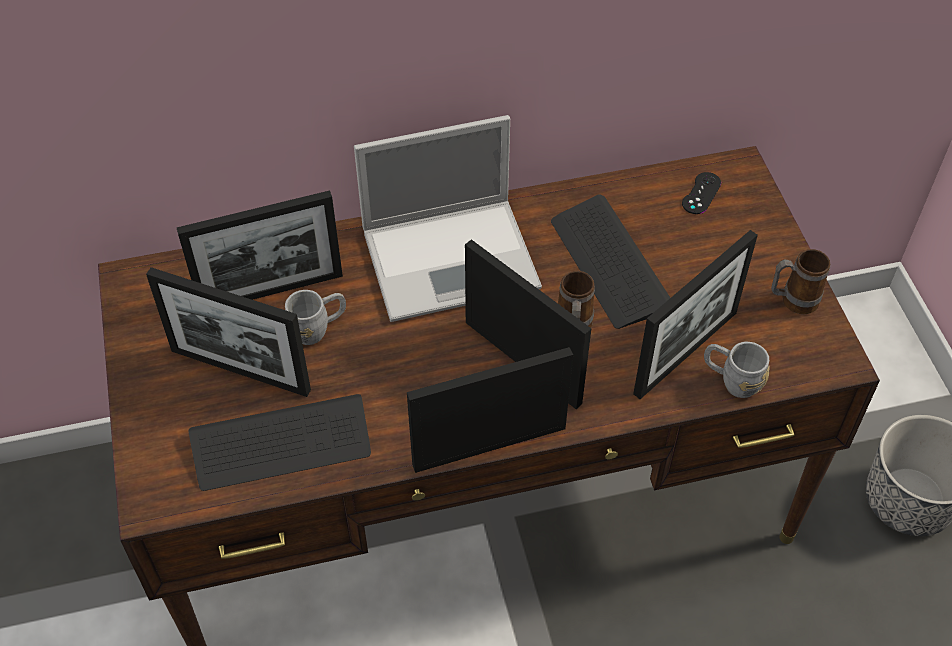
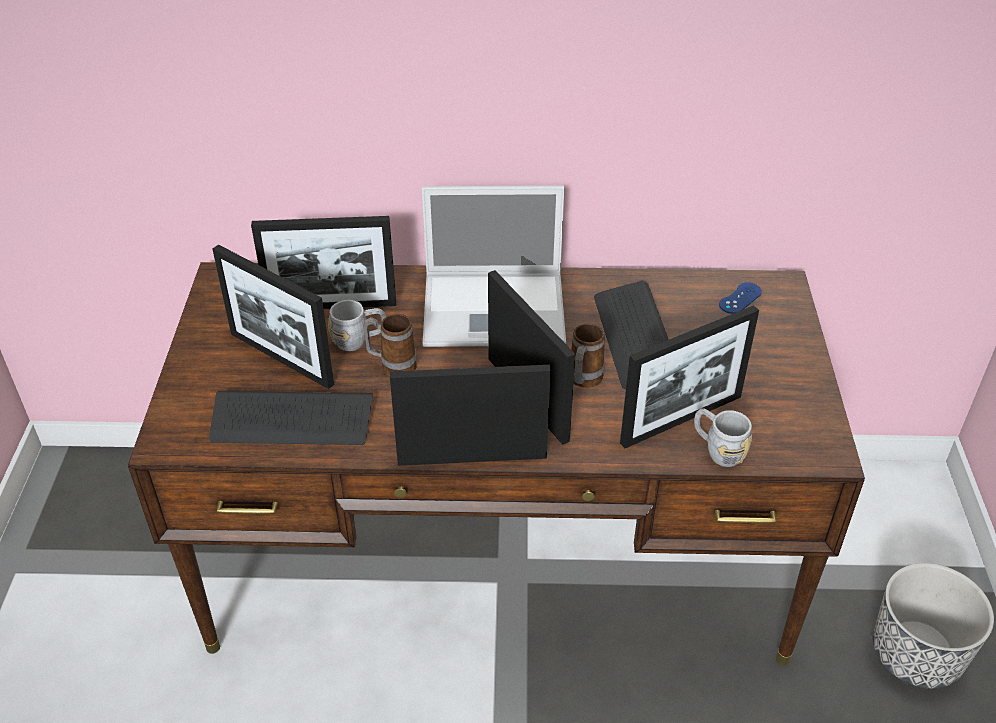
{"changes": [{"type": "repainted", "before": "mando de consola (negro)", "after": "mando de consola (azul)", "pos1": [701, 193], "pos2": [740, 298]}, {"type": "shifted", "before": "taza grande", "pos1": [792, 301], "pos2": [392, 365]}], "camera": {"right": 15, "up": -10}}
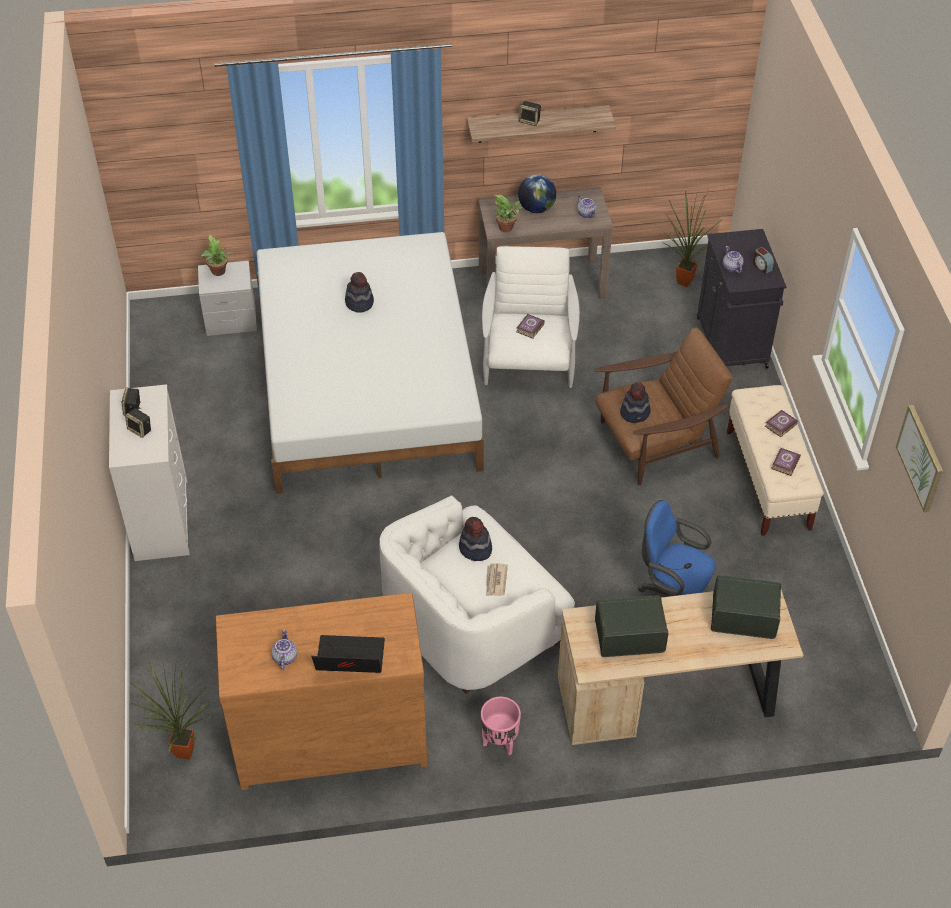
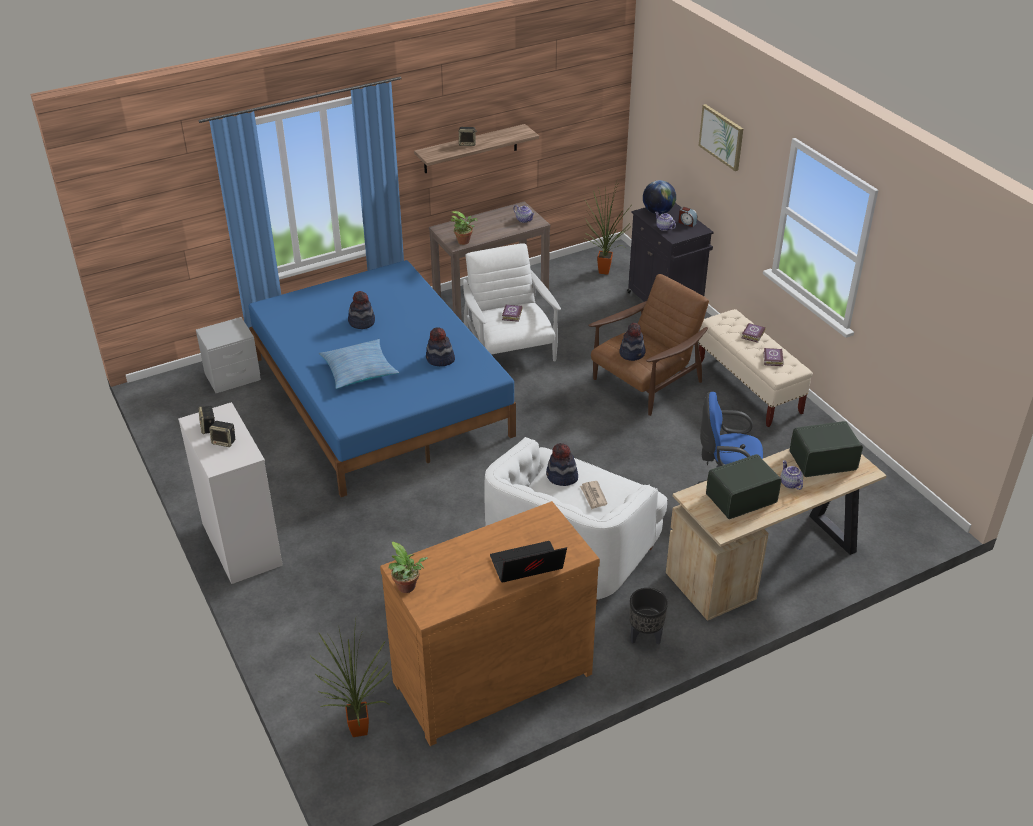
{"changes": [{"type": "shifted", "before": "globo terráqueo", "pos1": [536, 208], "pos2": [658, 212]}, {"type": "repainted", "before": "cama (blanco)", "after": "cama (azul)", "pos1": [367, 383], "pos2": [380, 396]}, {"type": "shifted", "before": "planta en maceta", "pos1": [218, 273], "pos2": [407, 588]}, {"type": "shifted", "before": "cuadro", "pos1": [921, 458], "pos2": [721, 137]}, {"type": "shifted", "before": "tetera", "pos1": [284, 657], "pos2": [789, 483]}, {"type": "repainted", "before": "maceta (rosa)", "after": "maceta (negro)", "pos1": [499, 742], "pos2": [644, 636]}, {"type": "new", "after": "sombrero", "pos2": [440, 359]}, {"type": "new", "after": "cojín", "pos2": [359, 370]}], "camera": {"right": -20, "up": -10}}
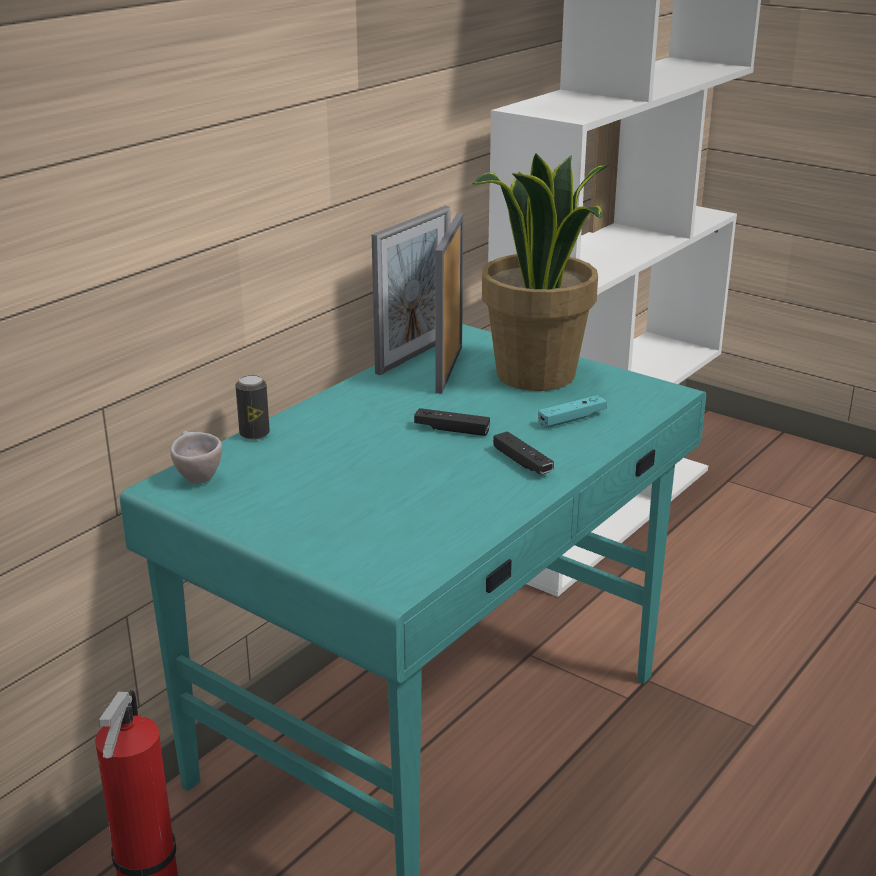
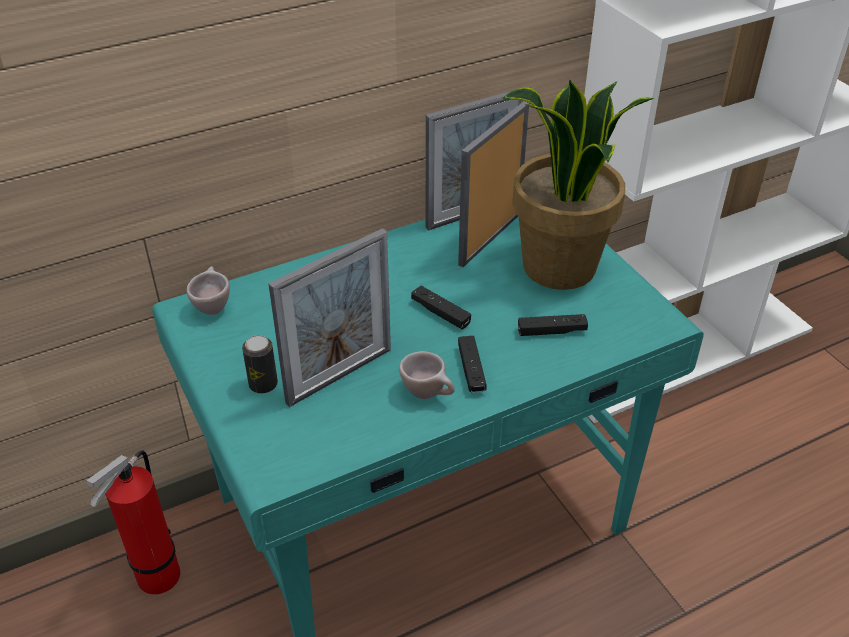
{"changes": [{"type": "shifted", "before": "lata", "pos1": [254, 434], "pos2": [263, 384]}, {"type": "repainted", "before": "mando de consola (turquesa)", "after": "mando de consola (negro)", "pos1": [572, 419], "pos2": [551, 331]}, {"type": "new", "after": "portarretratos", "pos2": [339, 376]}, {"type": "new", "after": "taza (beis)", "pos2": [429, 394]}], "camera": {"right": 25, "up": 15}}
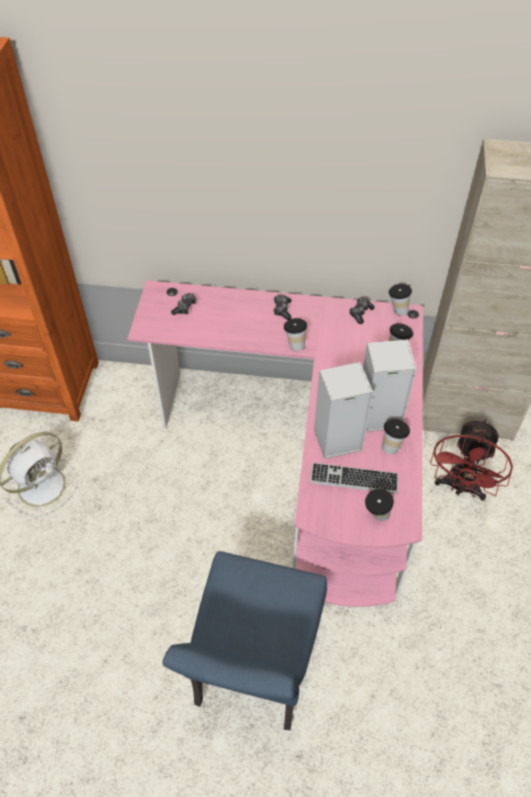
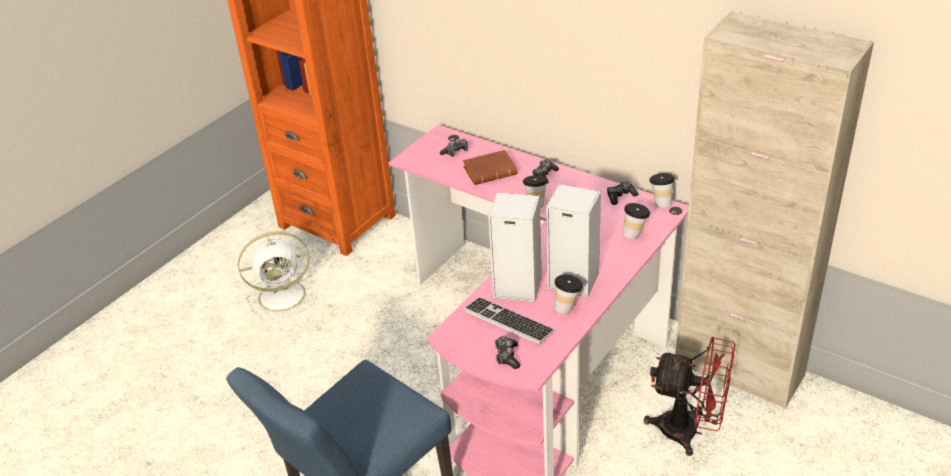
{"changes": [{"type": "rotated", "before": "ventilador (rojo)", "pos1": [460, 487], "pos2": [689, 431], "turn": -120}, {"type": "swapped", "before": "taza", "after": "mando de consola", "pos1": [376, 516], "pos2": [507, 356]}, {"type": "new", "after": "libro (marrón)", "pos2": [491, 171]}], "camera": {"right": 30, "up": -15}}
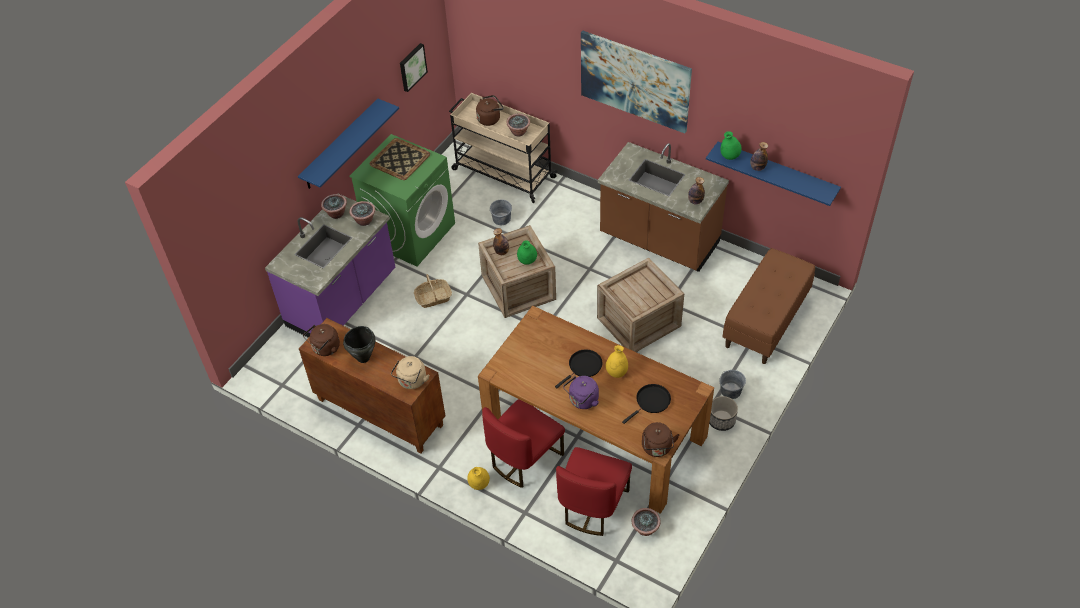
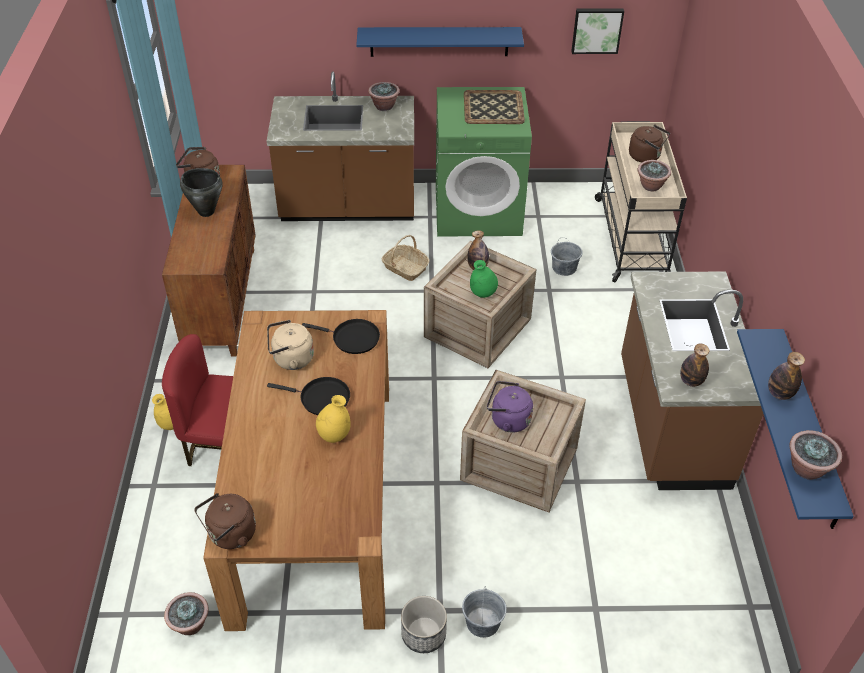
{"changes": [{"type": "gone", "before": "cuadro", "pos1": [635, 81]}, {"type": "gone", "before": "florero (verde)", "pos1": [729, 157]}, {"type": "repainted", "before": "mueble bajo de cocina (morado)", "after": "mueble bajo de cocina (marrón)", "pos1": [343, 300], "pos2": [348, 207]}, {"type": "shifted", "before": "planta en maceta", "pos1": [364, 221], "pos2": [807, 468]}, {"type": "gone", "before": "banco (marrón)", "pos1": [766, 321]}, {"type": "shifted", "before": "hervidor (beis)", "pos1": [411, 381], "pos2": [290, 359]}, {"type": "shifted", "before": "hervidor (morado)", "pos1": [582, 401], "pos2": [508, 420]}, {"type": "shifted", "before": "sartén (negro)", "pos1": [651, 402], "pos2": [352, 338]}, {"type": "gone", "before": "silla (rojo)", "pos1": [592, 506]}], "camera": {"right": 55, "up": -5}}
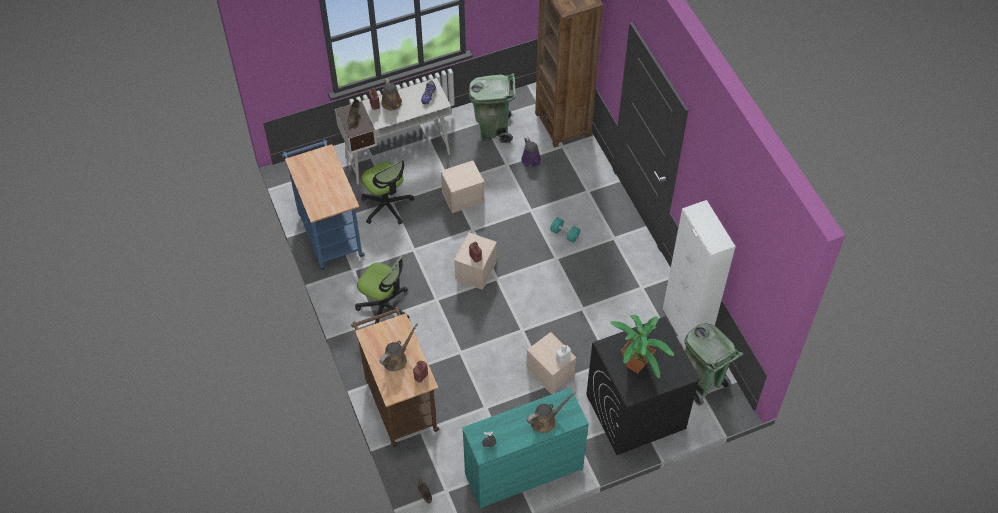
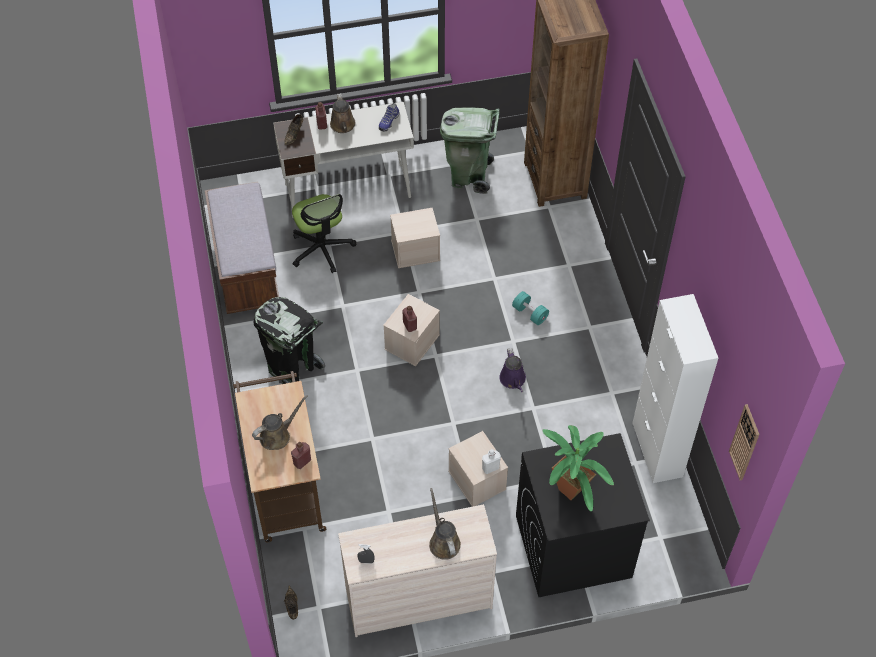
{"changes": [{"type": "shifted", "before": "regadera (morado)", "pos1": [532, 161], "pos2": [513, 380]}, {"type": "swapped", "before": "carrito (azul)", "after": "banco (marrón)", "pos1": [328, 231], "pos2": [246, 269]}, {"type": "swapped", "before": "silla de oficina", "after": "papelera (negro)", "pos1": [384, 307], "pos2": [292, 369]}, {"type": "gone", "before": "papelera (verde)", "pos1": [702, 382]}, {"type": "repainted", "before": "cómoda (turquesa)", "after": "cómoda (beis)", "pos1": [523, 471], "pos2": [418, 598]}, {"type": "rotated", "before": "regadera (marrón)", "pos1": [545, 420], "pos2": [443, 541], "turn": -90}, {"type": "new", "after": "reloj de pared", "pos2": [745, 442]}], "camera": {"right": 10, "up": 0}}
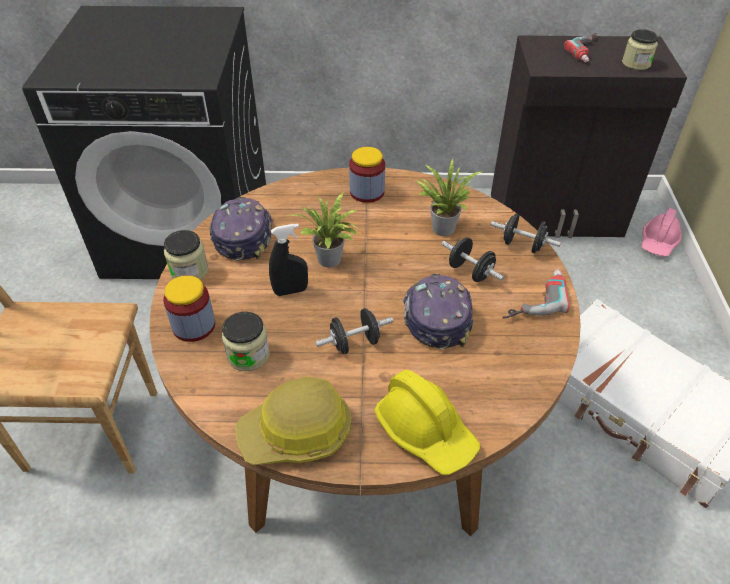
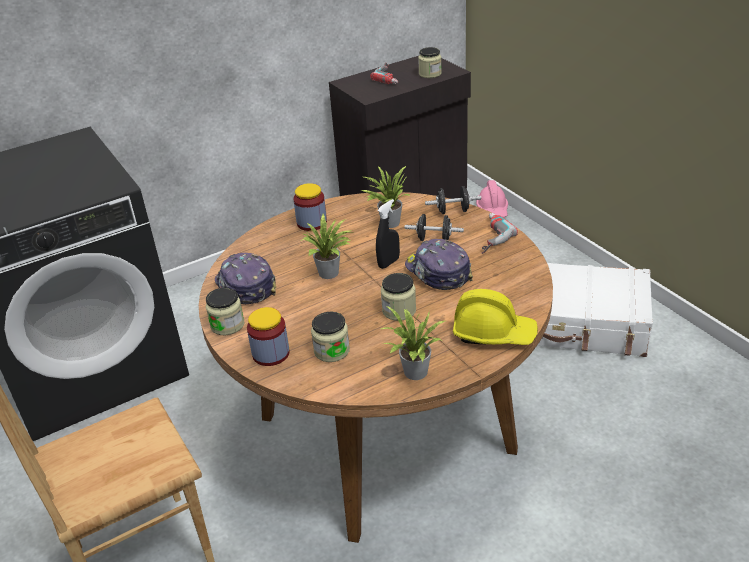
{"changes": [{"type": "shifted", "before": "pulverizador (negro)", "pos1": [290, 291], "pos2": [388, 263]}, {"type": "swapped", "before": "mancuerna (negro)", "after": "tarro", "pos1": [354, 343], "pos2": [399, 310]}, {"type": "swapped", "before": "casco", "after": "planta en maceta", "pos1": [297, 433], "pos2": [413, 374]}], "camera": {"right": -30, "up": -10}}
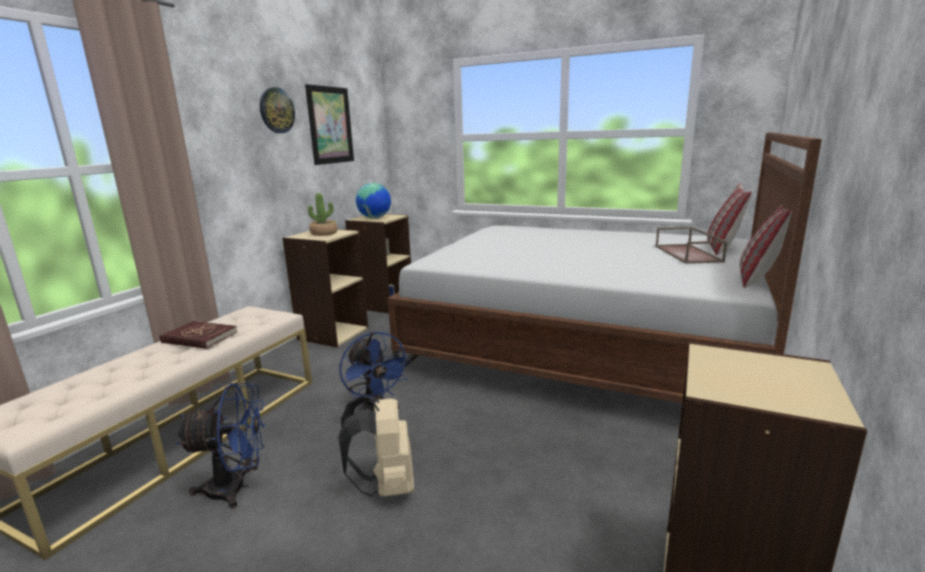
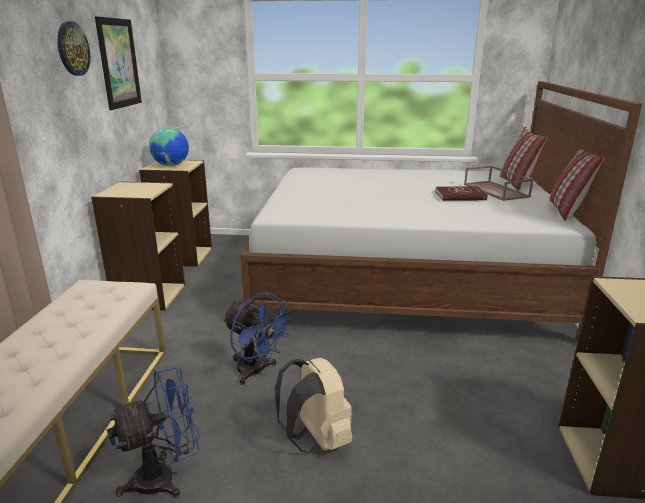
{"changes": [{"type": "gone", "before": "planta en maceta", "pos1": [324, 233]}, {"type": "shifted", "before": "libro (rojo)", "pos1": [199, 337], "pos2": [460, 196]}], "camera": {"right": -20, "up": 5}}
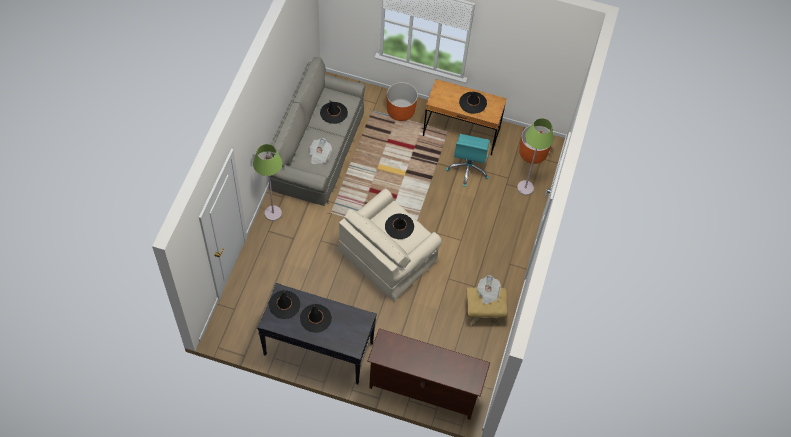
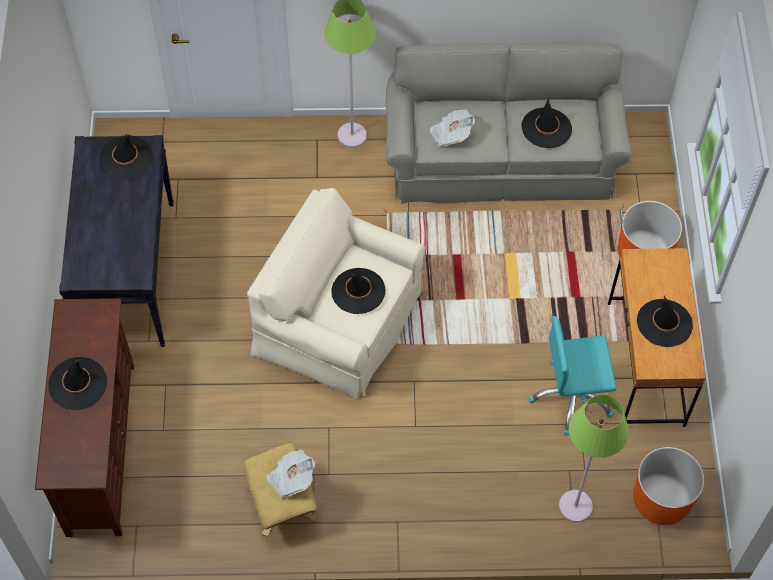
{"changes": [{"type": "shifted", "before": "sombrero (negro)", "pos1": [315, 318], "pos2": [78, 384]}], "camera": {"right": 75, "up": 0}}
